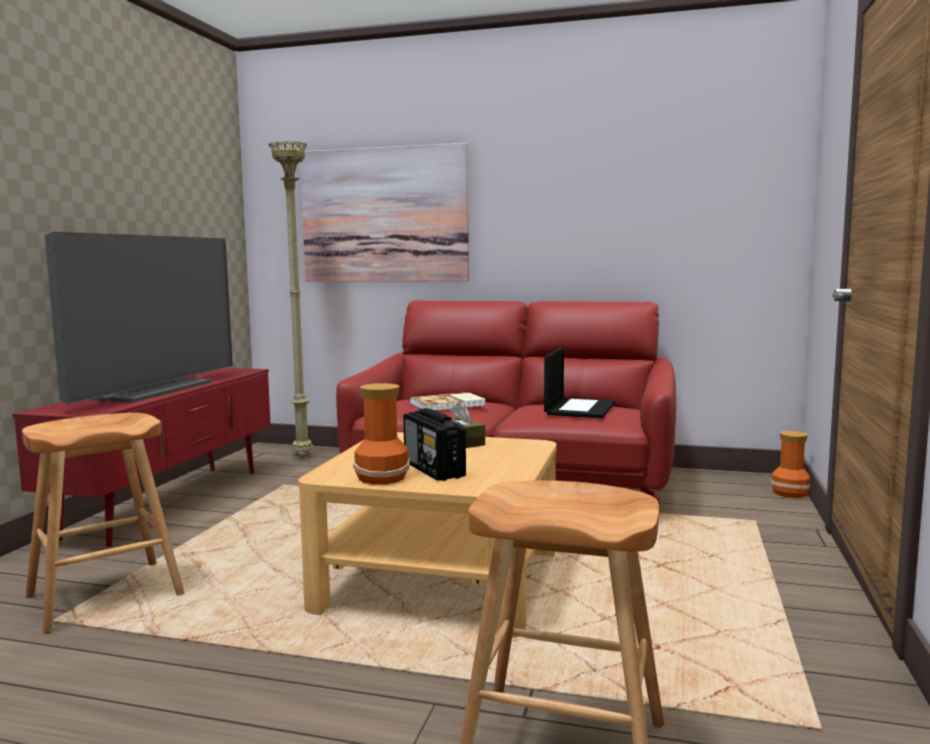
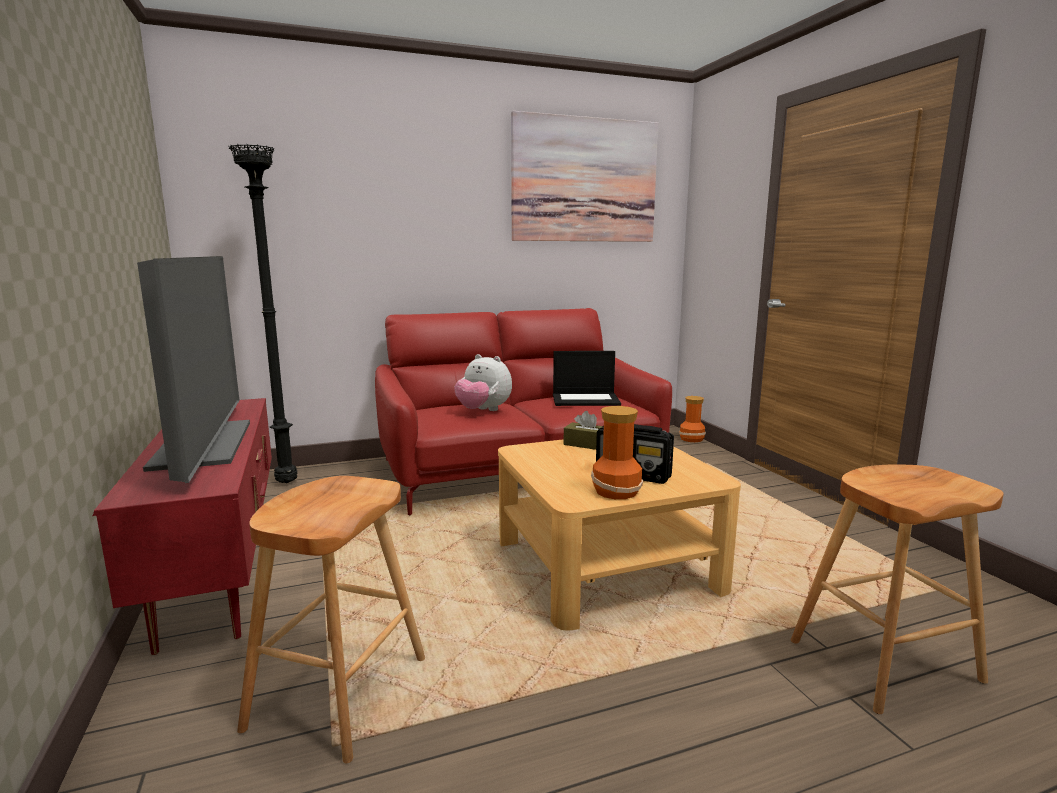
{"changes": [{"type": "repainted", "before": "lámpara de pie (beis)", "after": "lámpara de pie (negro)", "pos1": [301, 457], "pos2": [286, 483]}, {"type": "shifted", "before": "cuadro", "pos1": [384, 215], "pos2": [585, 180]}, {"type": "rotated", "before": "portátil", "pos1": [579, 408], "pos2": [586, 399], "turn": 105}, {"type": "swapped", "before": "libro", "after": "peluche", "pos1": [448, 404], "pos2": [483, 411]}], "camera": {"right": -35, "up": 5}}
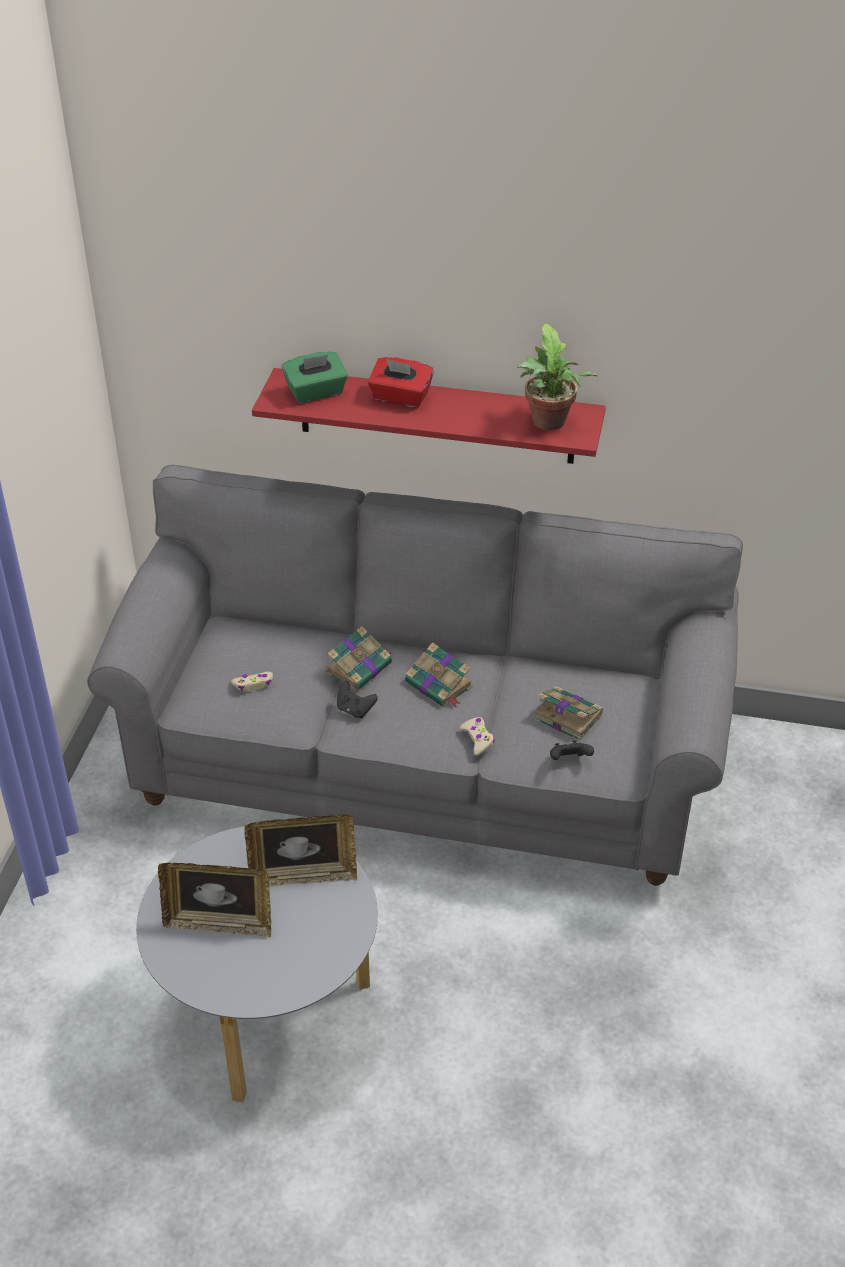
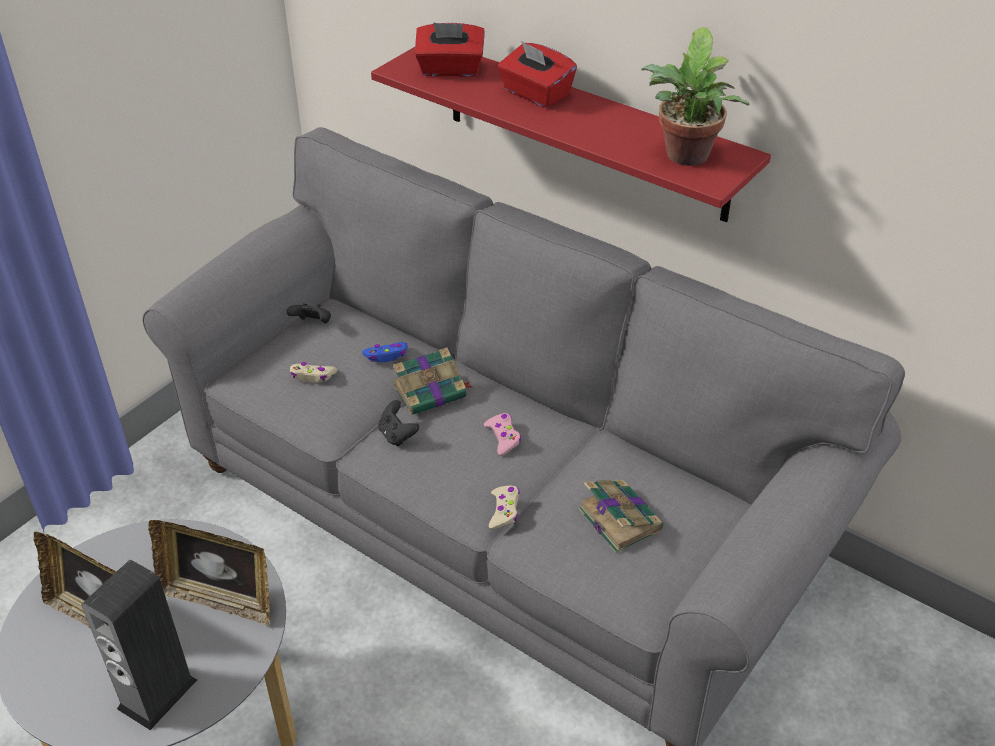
{"changes": [{"type": "repainted", "before": "caja de pañuelos (verde)", "after": "caja de pañuelos (rojo)", "pos1": [316, 392], "pos2": [450, 70]}, {"type": "swapped", "before": "libro", "after": "mando de consola (rosa)", "pos1": [440, 685], "pos2": [503, 437]}, {"type": "shifted", "before": "mando de consola (negro)", "pos1": [569, 760], "pos2": [312, 324]}, {"type": "new", "after": "mando de consola (azul)", "pos2": [386, 356]}, {"type": "new", "after": "altavoz", "pos2": [157, 694]}], "camera": {"right": 25, "up": 0}}
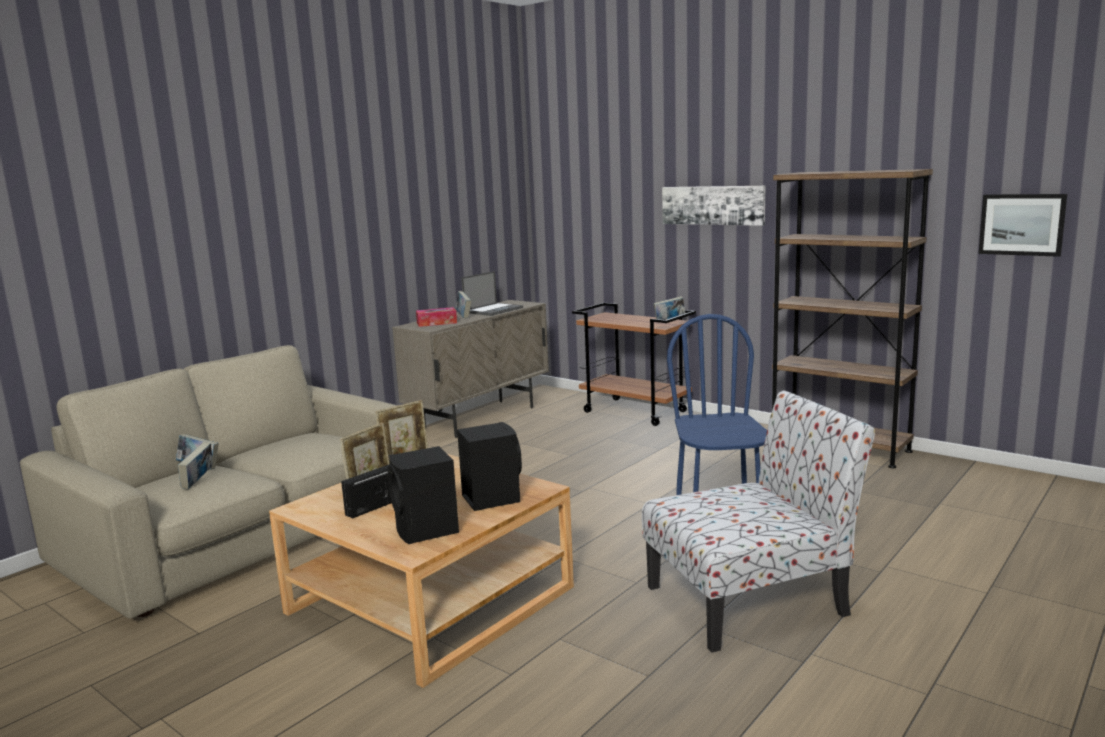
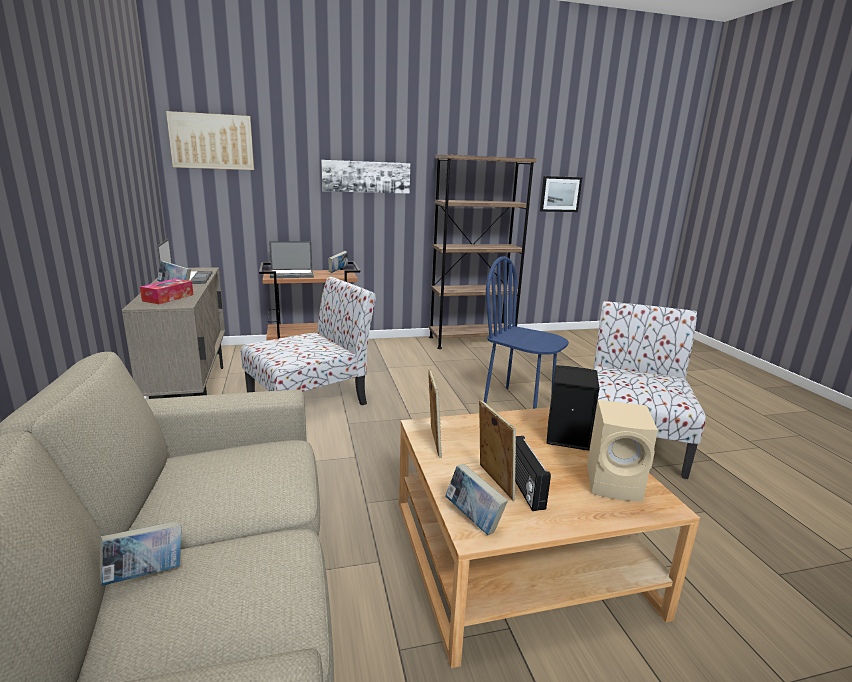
{"changes": [{"type": "shifted", "before": "libro", "pos1": [198, 482], "pos2": [473, 519]}, {"type": "repainted", "before": "altavoz (negro)", "after": "altavoz (beis)", "pos1": [426, 531], "pos2": [615, 483]}, {"type": "new", "after": "cuadro", "pos2": [212, 141]}, {"type": "new", "after": "portátil", "pos2": [292, 274]}, {"type": "new", "after": "silla", "pos2": [310, 401]}], "camera": {"right": -55, "up": 5}}
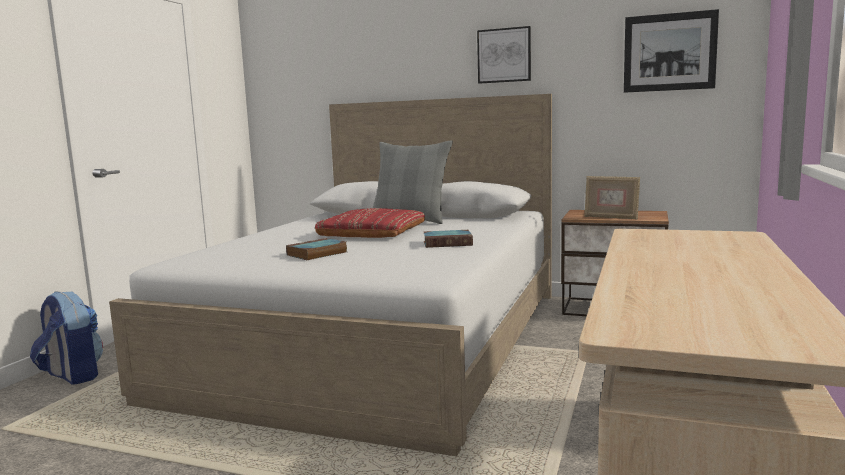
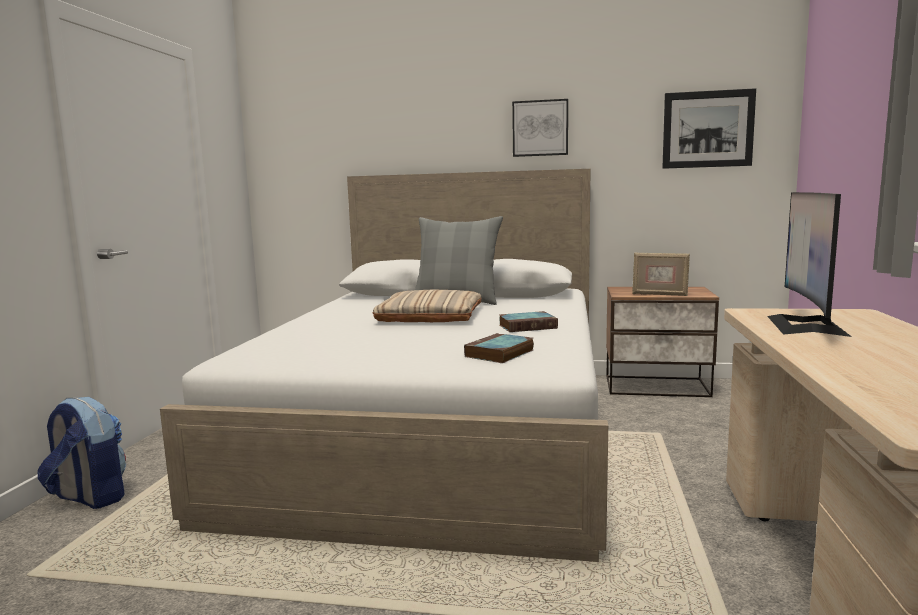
{"changes": [{"type": "repainted", "before": "cojín (rojo)", "after": "cojín (beis)", "pos1": [372, 232], "pos2": [430, 316]}, {"type": "shifted", "before": "libro", "pos1": [316, 254], "pos2": [499, 354]}, {"type": "new", "after": "monitor", "pos2": [806, 325]}], "camera": {"right": -10, "up": 0}}
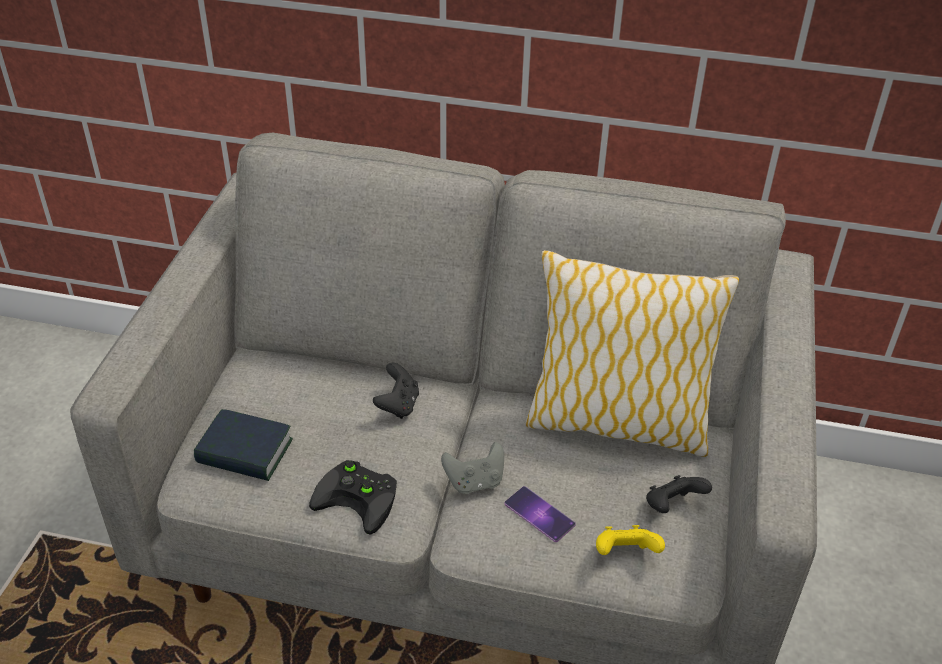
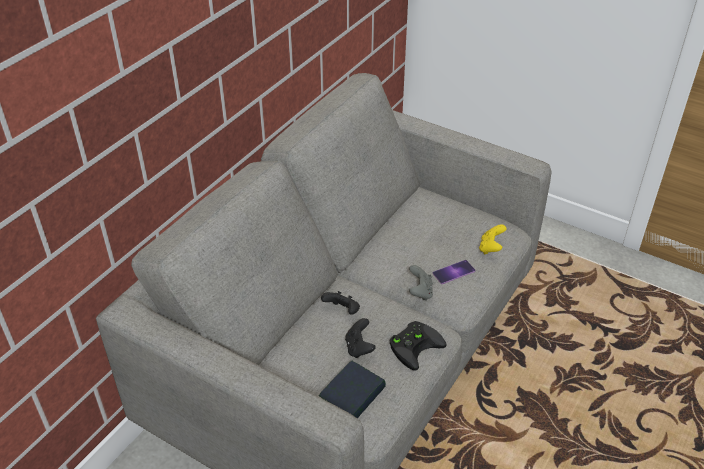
{"changes": [{"type": "gone", "before": "cojín", "pos1": [616, 422]}, {"type": "shifted", "before": "mando de consola (negro)", "pos1": [672, 506], "pos2": [359, 348]}], "camera": {"right": -70, "up": 0}}
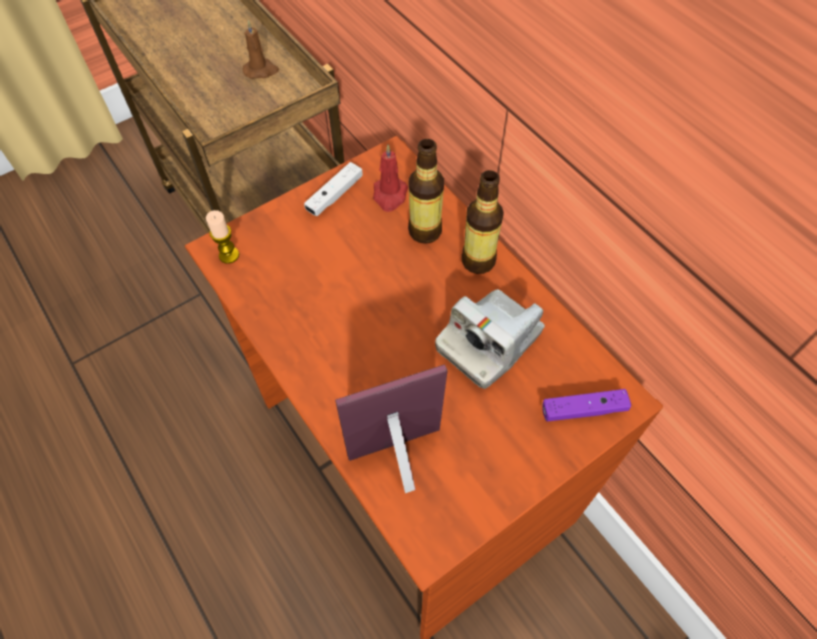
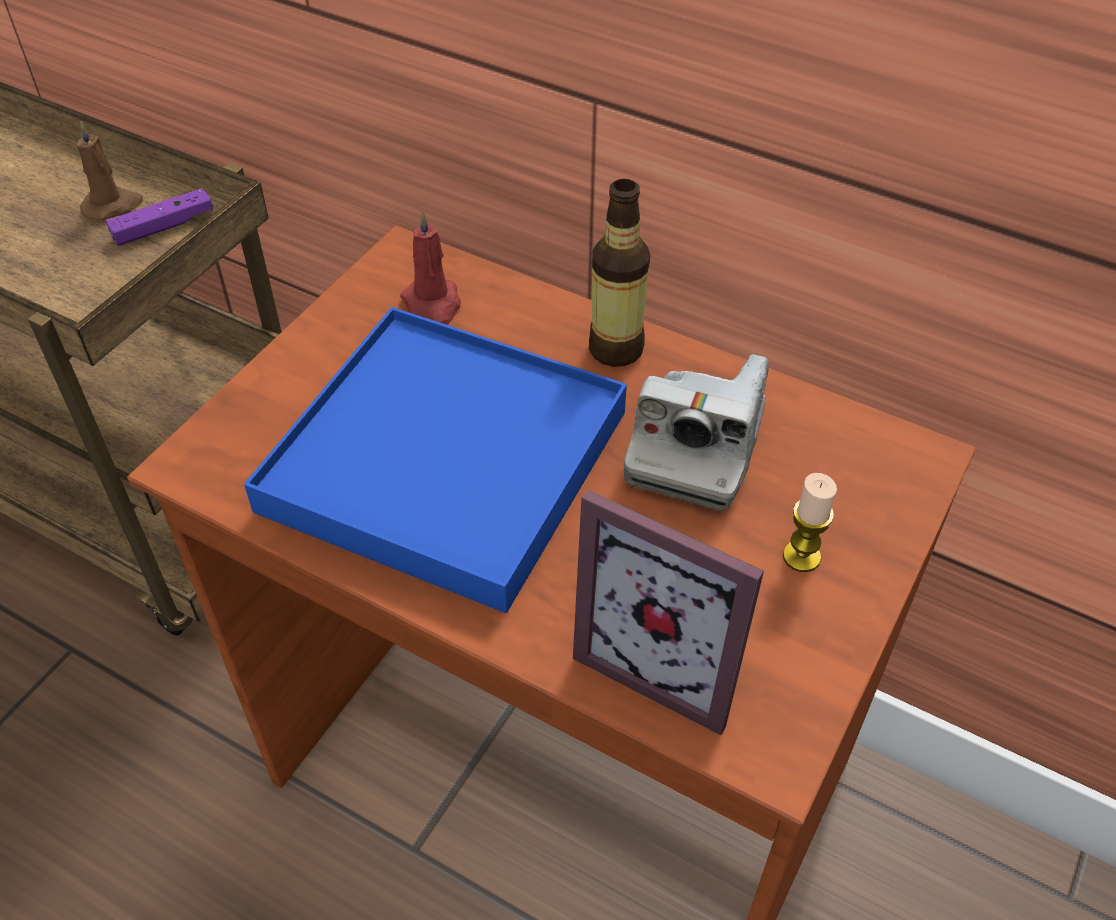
{"changes": [{"type": "gone", "before": "botella", "pos1": [425, 231]}, {"type": "gone", "before": "mando de consola (blanco)", "pos1": [334, 195]}, {"type": "shifted", "before": "vela", "pos1": [229, 255], "pos2": [801, 556]}, {"type": "rotated", "before": "portarretratos", "pos1": [402, 465], "pos2": [667, 660], "turn": -105}, {"type": "shifted", "before": "mando de consola (morado)", "pos1": [583, 409], "pos2": [163, 226]}, {"type": "new", "after": "bandeja (azul)", "pos2": [444, 461]}], "camera": {"right": -25, "up": -10}}
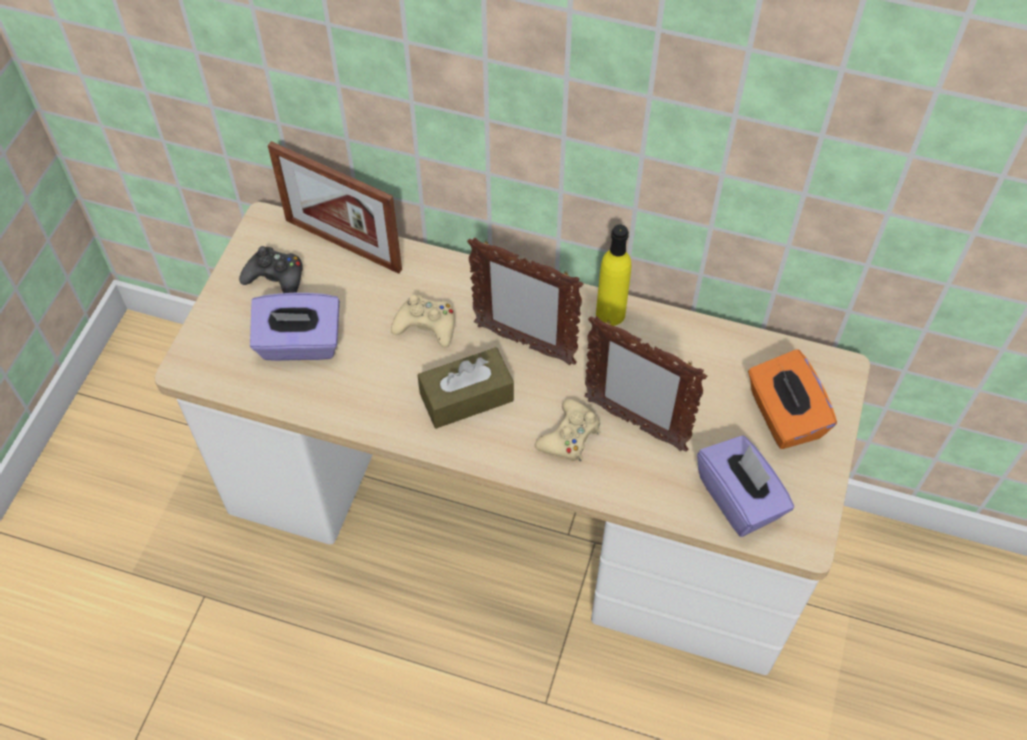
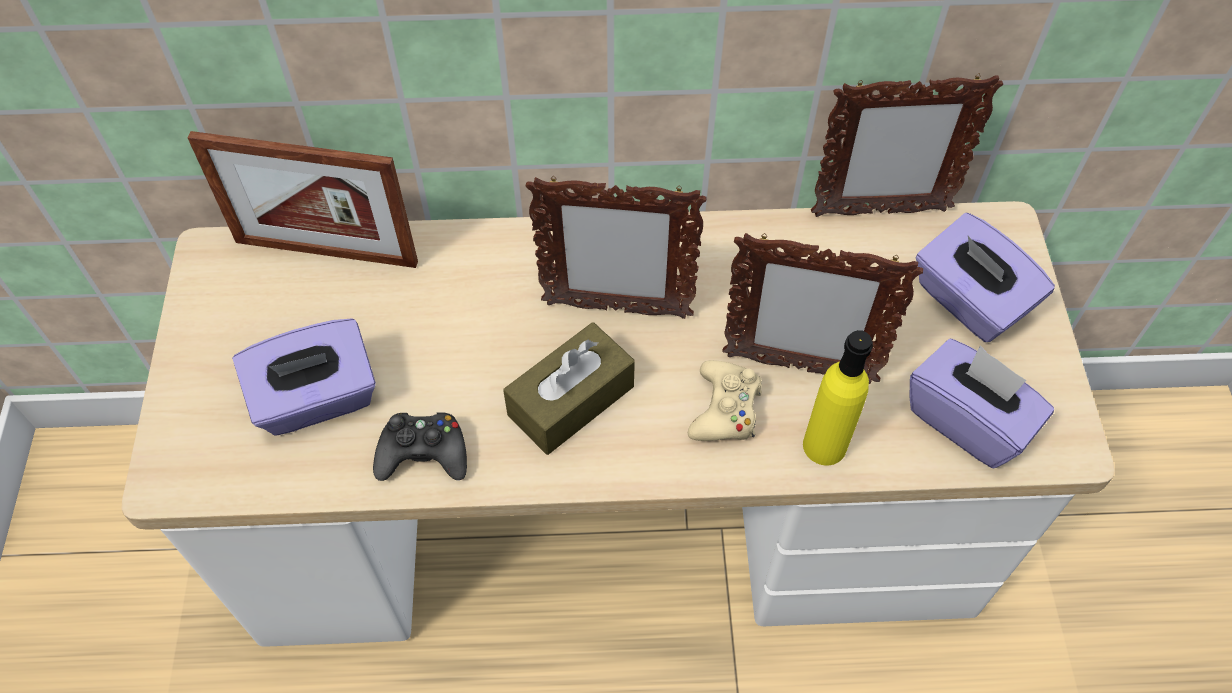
{"changes": [{"type": "shifted", "before": "botella (amarillo)", "pos1": [610, 313], "pos2": [824, 446]}, {"type": "shifted", "before": "mando de consola (negro)", "pos1": [275, 277], "pos2": [423, 453]}, {"type": "gone", "before": "mando de consola (beis)", "pos1": [426, 326]}, {"type": "repainted", "before": "caja de pañuelos (naranja)", "after": "caja de pañuelos (morado)", "pos1": [783, 416], "pos2": [969, 301]}, {"type": "new", "after": "portarretratos", "pos2": [879, 212]}], "camera": {"right": -20, "up": 0}}
